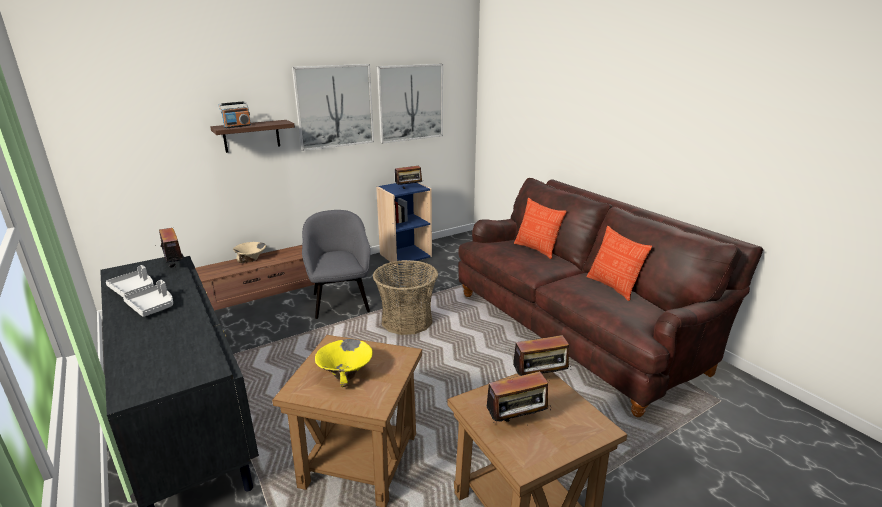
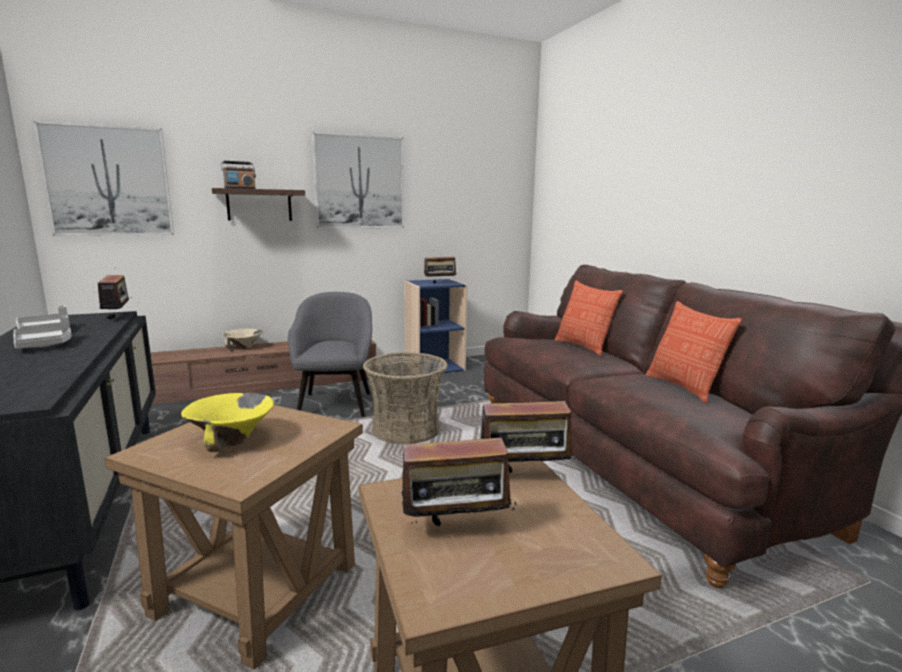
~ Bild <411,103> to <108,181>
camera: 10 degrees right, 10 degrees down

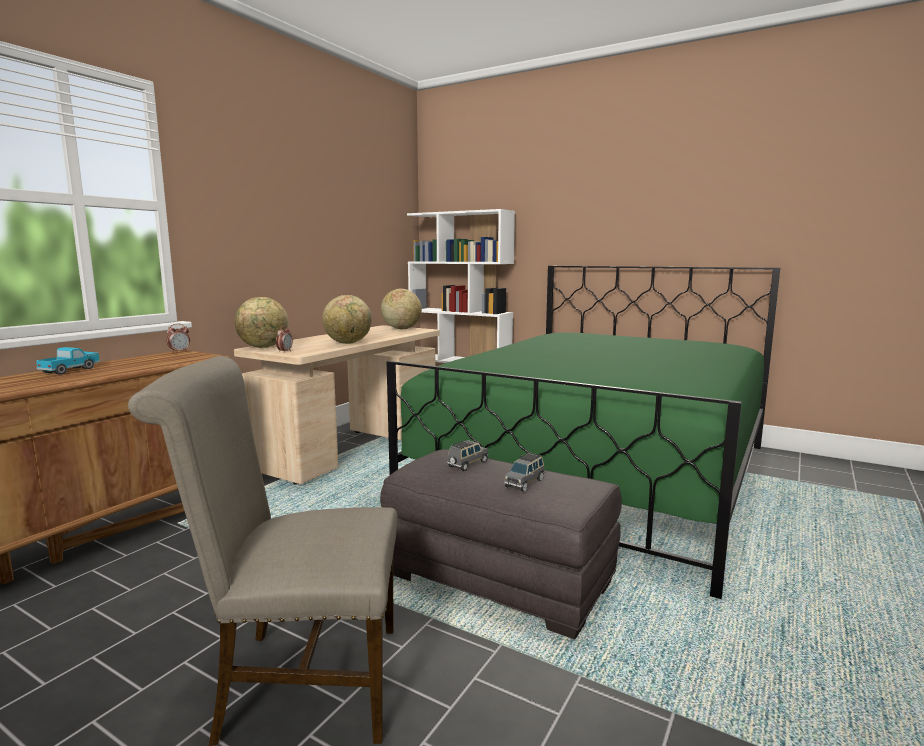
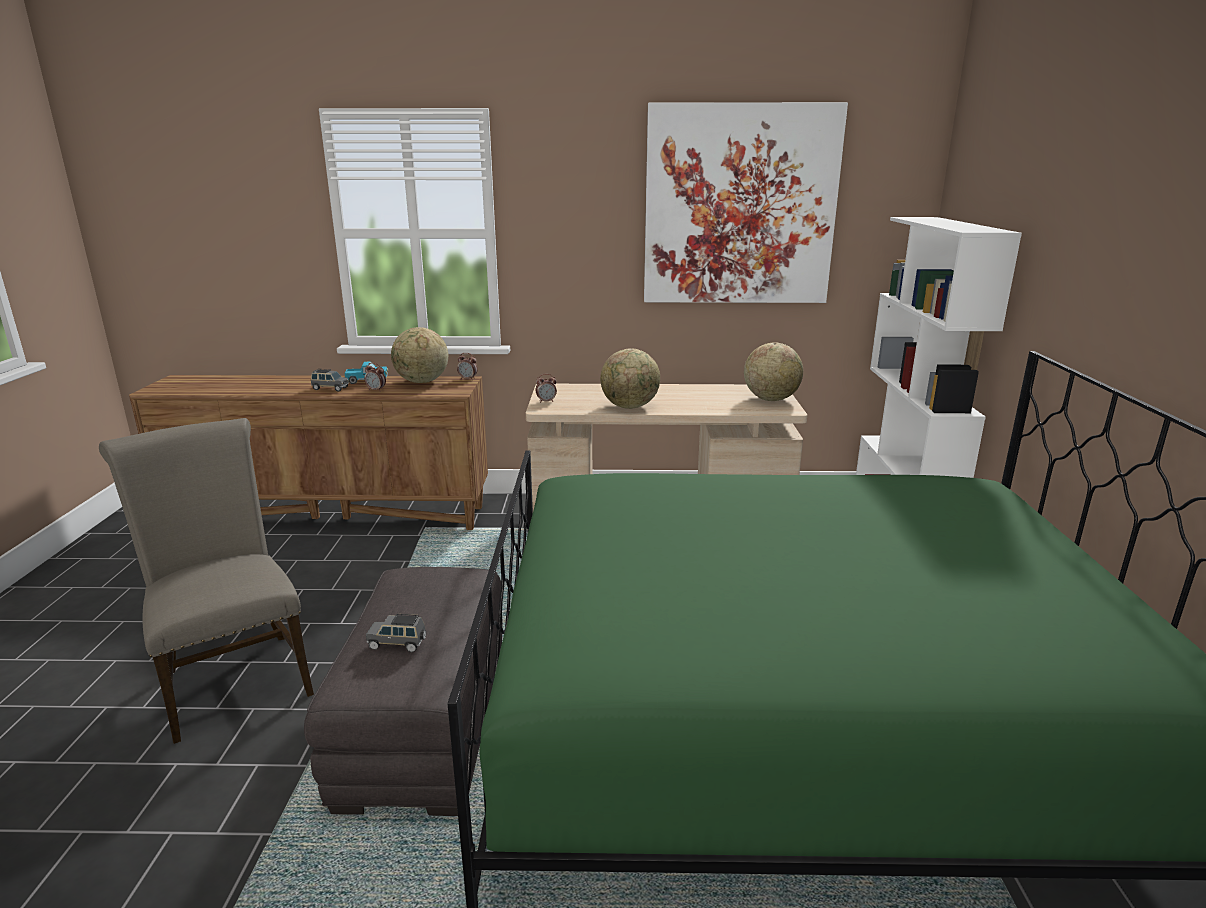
+ Wecker <376,390>
+ Bild <739,206>
~ Globus <263,347> to <422,382>
~ Spielzeugauto [grau] <467,464> to <330,388>
camera: 60 degrees right, 10 degrees up

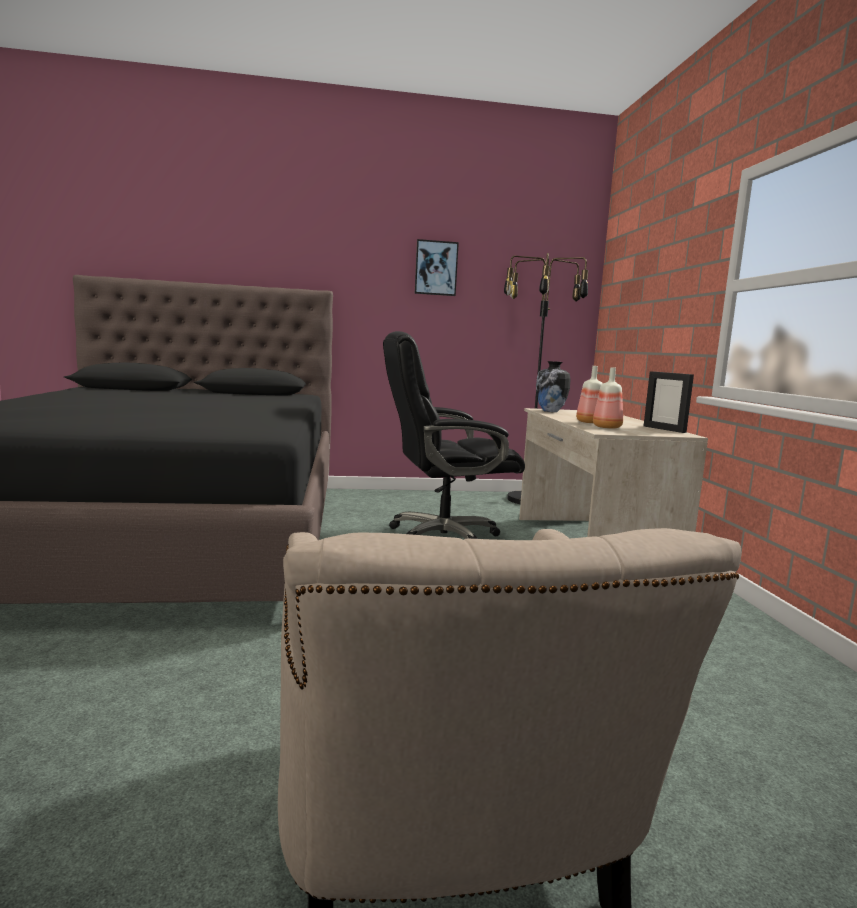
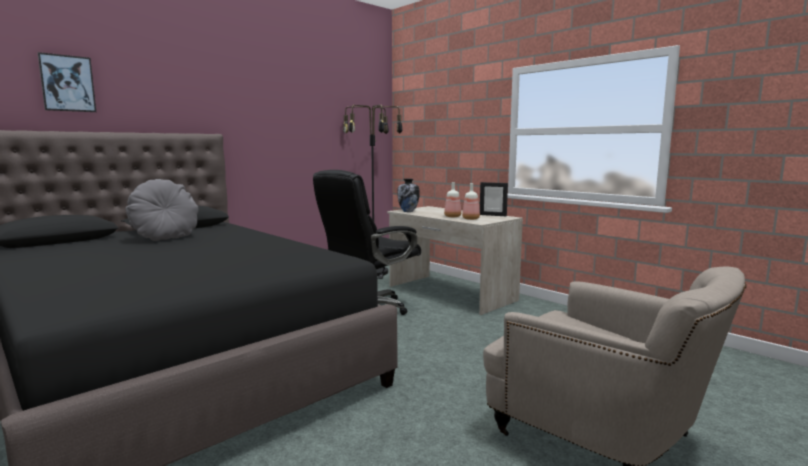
+ Kissen [grau] <165,238>
~ Bild <436,268> to <67,83>
camera: 35 degrees left, 0 degrees up

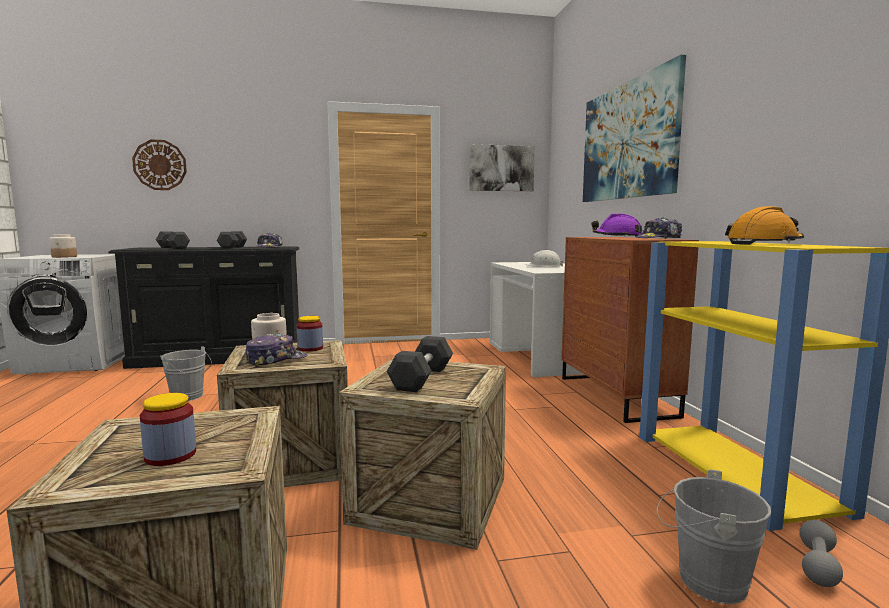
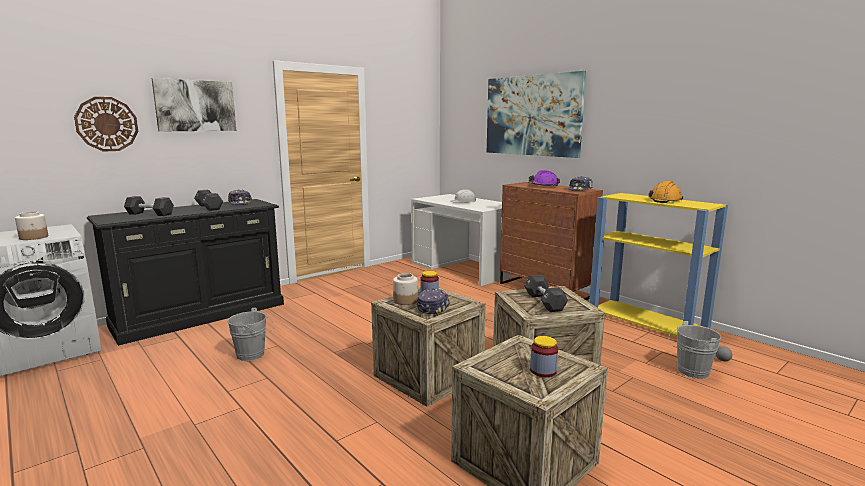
~ Bild <501,168> to <195,105>
camera: 30 degrees left, 5 degrees up

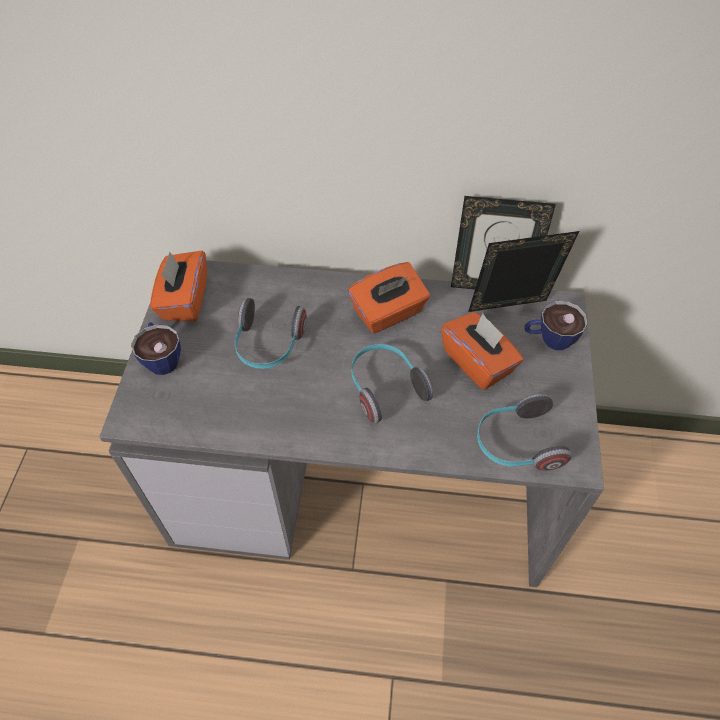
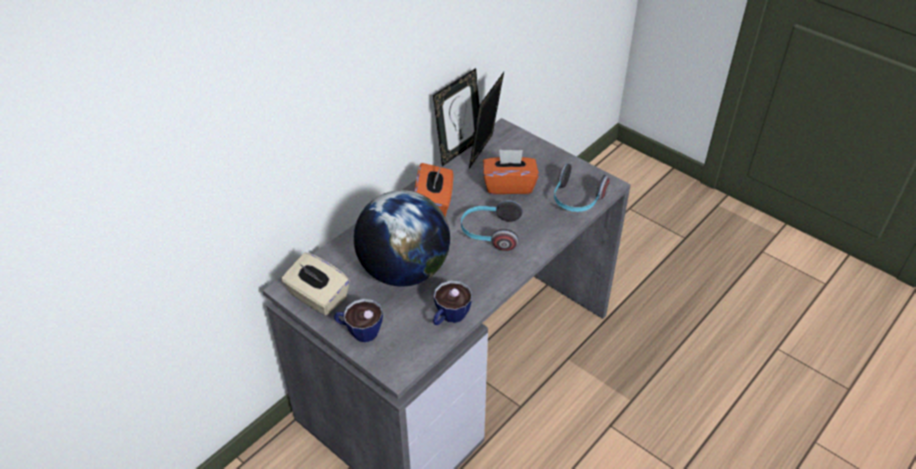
~ Tasse <549,339> to <449,317>
~ Kopfhörer <268,345> to Globus <404,271>
~ Taschentuchbox [orange] <184,300> to Taschentuchbox [beige] <317,297>
camera: 55 degrees left, 10 degrees down

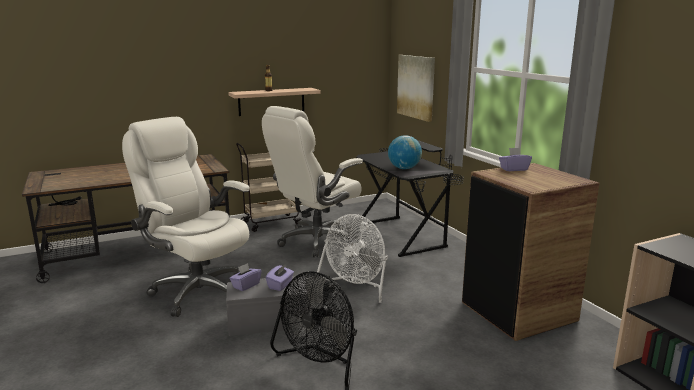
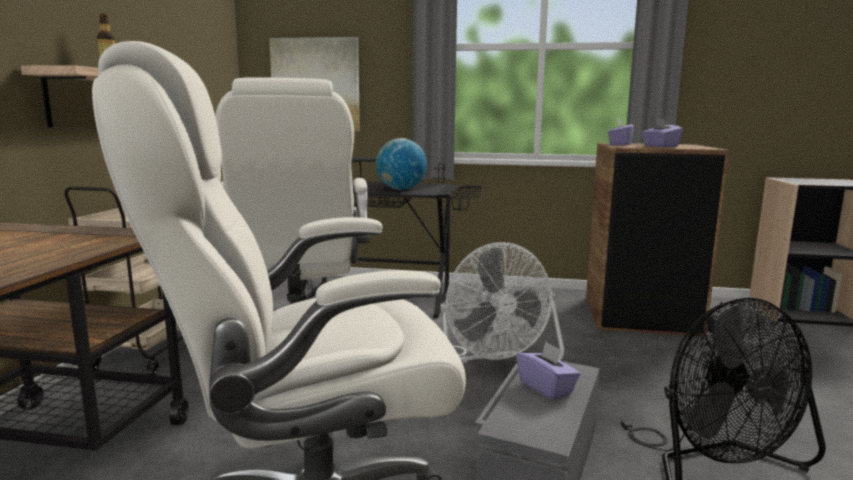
~ Taschentuchbox [lila] <246,285> to <660,146>
camera: 55 degrees left, 5 degrees down

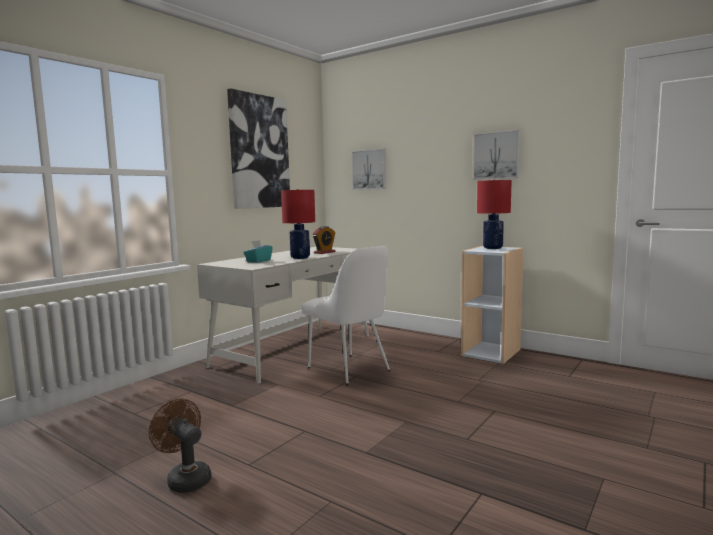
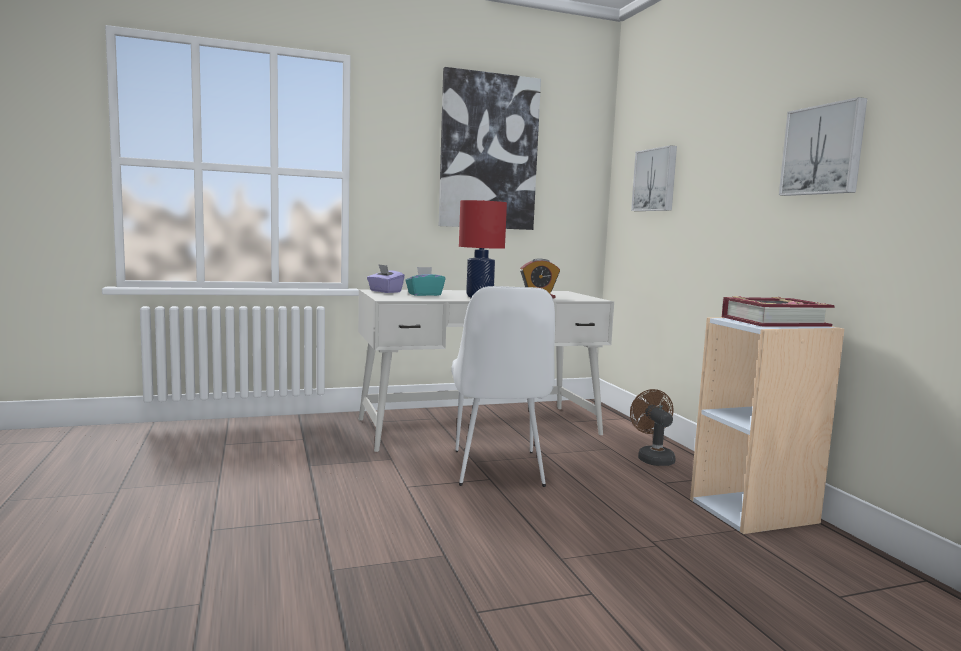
+ Taschentuchbox [lila] <385,291>
~ Ventilator [braun] <185,478> to <652,458>
~ Tischlampe [rot] <492,248> to Buch <774,322>
camera: 35 degrees right, 0 degrees up

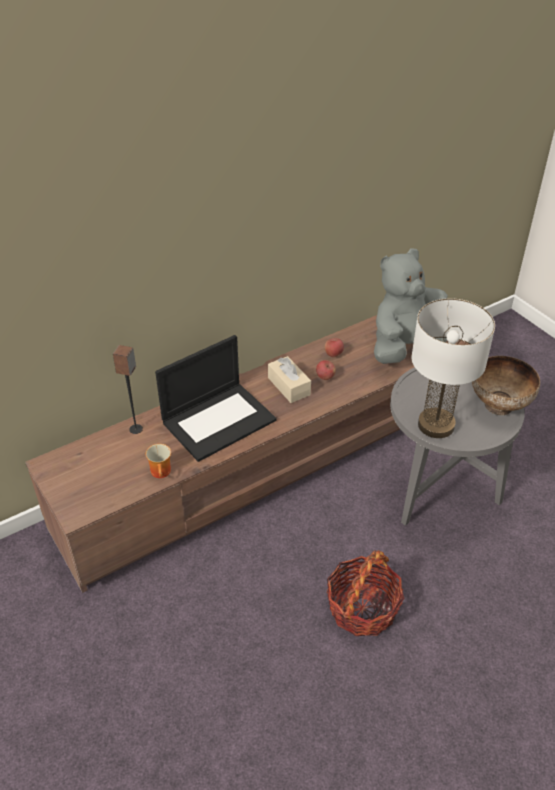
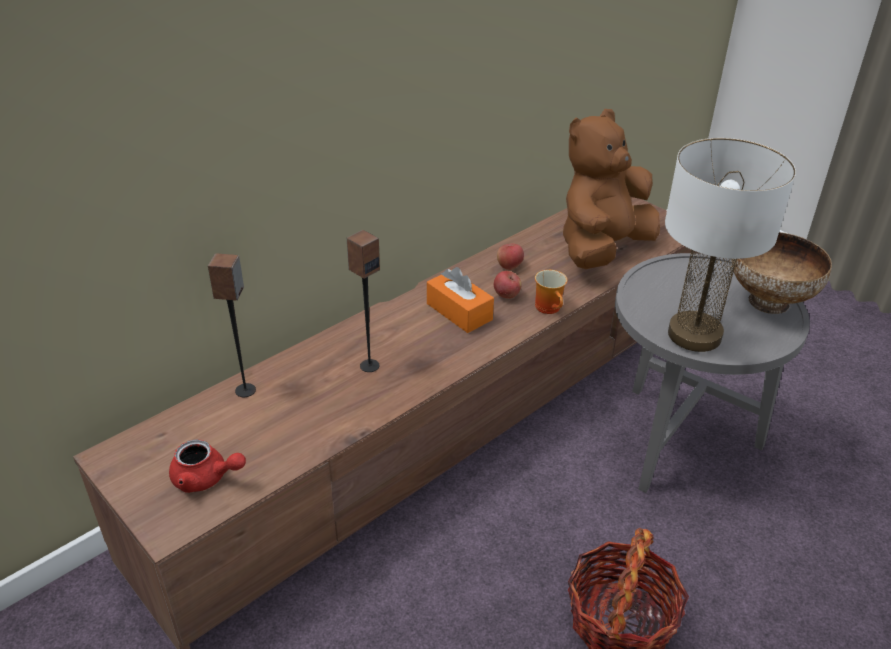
+ Teekanne [rot] <206,478>
~ Henkelbecher <162,472> to <551,308>
~ Laptop <219,420> to Lautsprecher <369,365>
~ Taschentuchbox [beige] <289,386> to Taschentuchbox [orange] <459,312>
~ Plüschtier [grau] <405,346> to Plüschtier [braun] <602,249>
camera: 10 degrees left, 5 degrees down

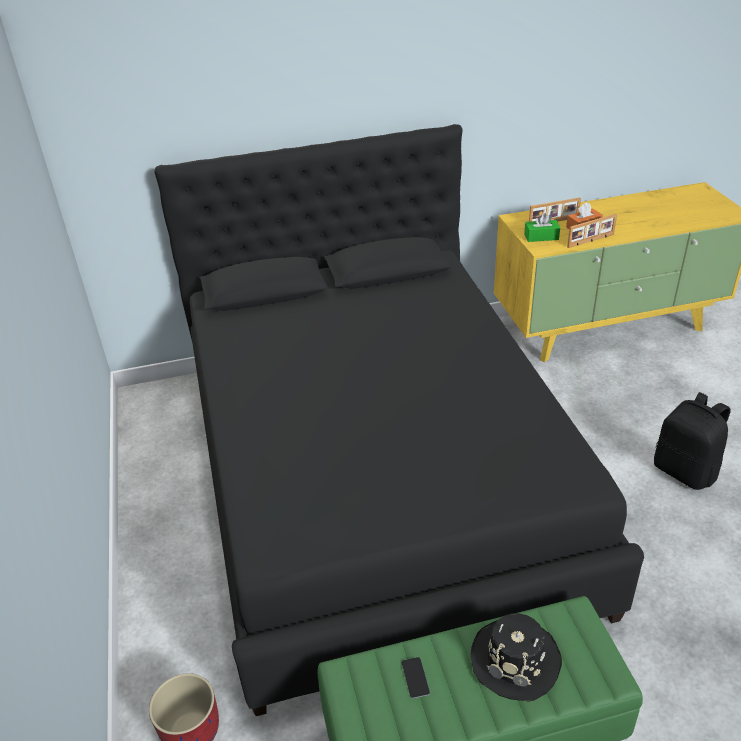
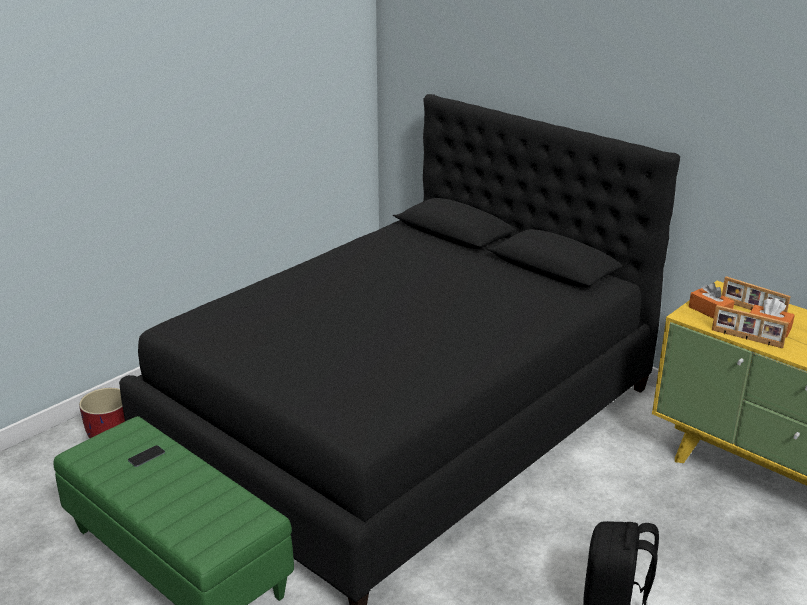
- Hut [schwarz] <516,660>
~ Taschentuchbox [grün] <541,237> to Taschentuchbox [orange] <710,311>
camera: 55 degrees right, 10 degrees down

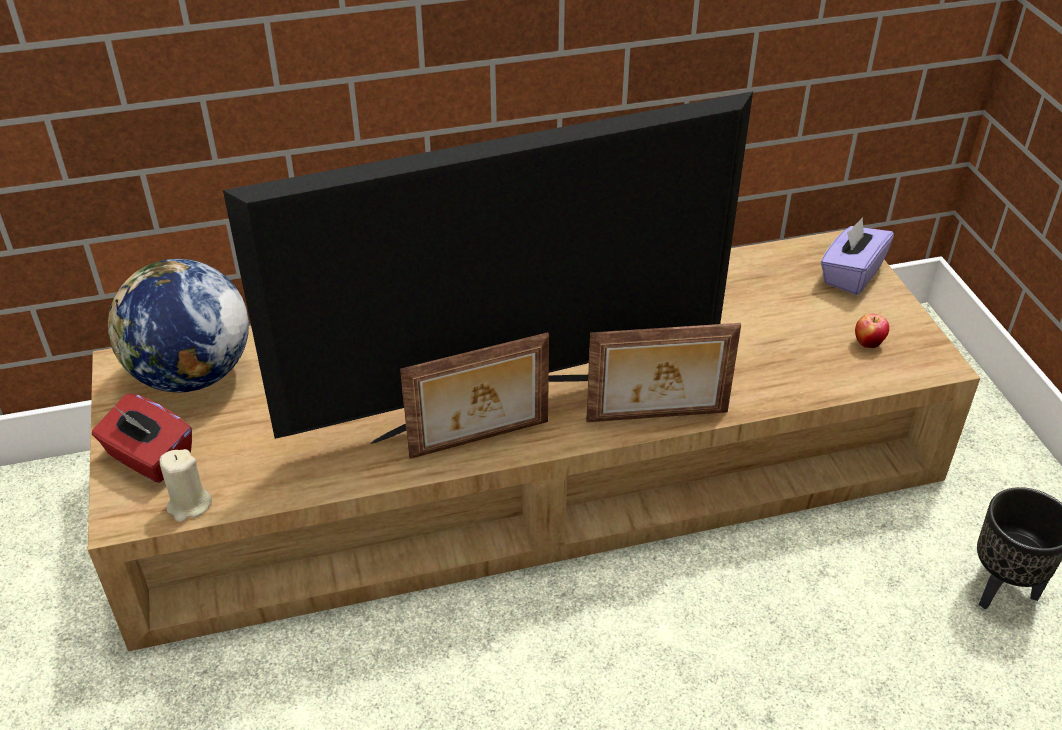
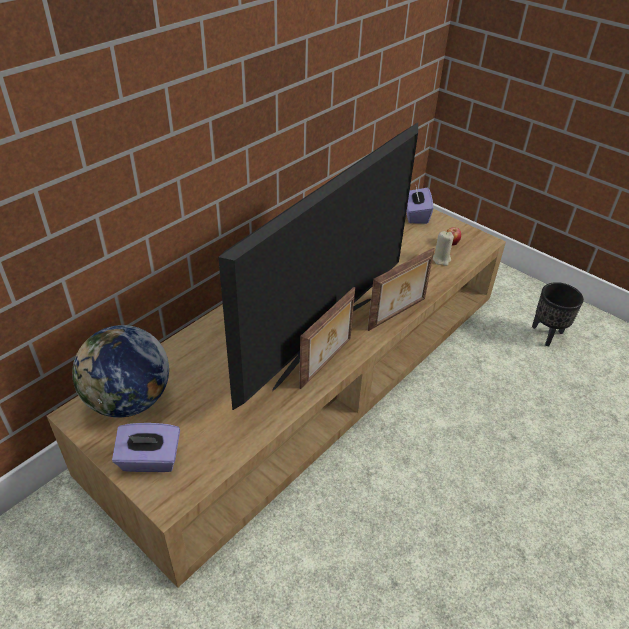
~ Kerze [beige] <189,505> to <441,259>
~ Taschentuchbox [rot] <149,458> to Taschentuchbox [lila] <150,460>
camera: 35 degrees left, 0 degrees up

